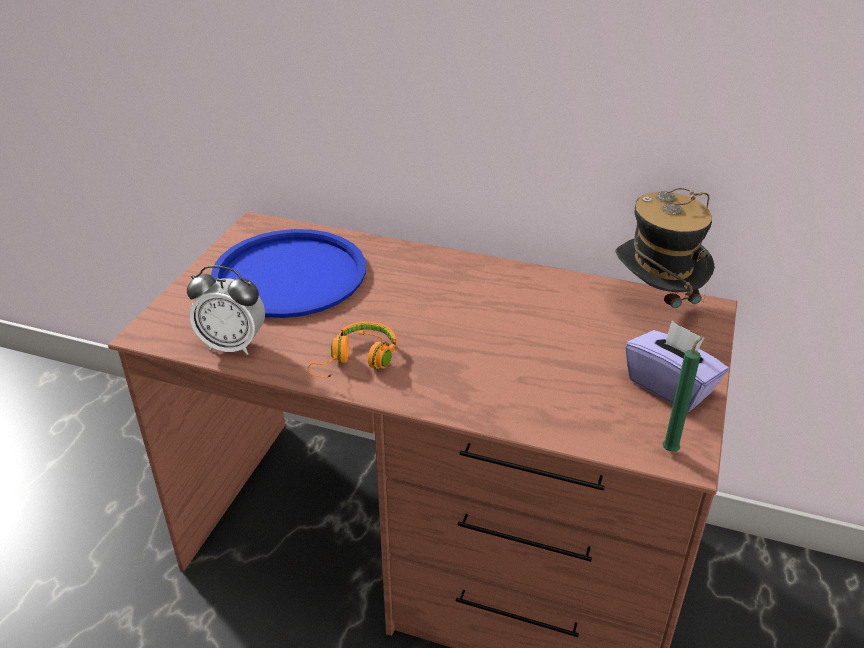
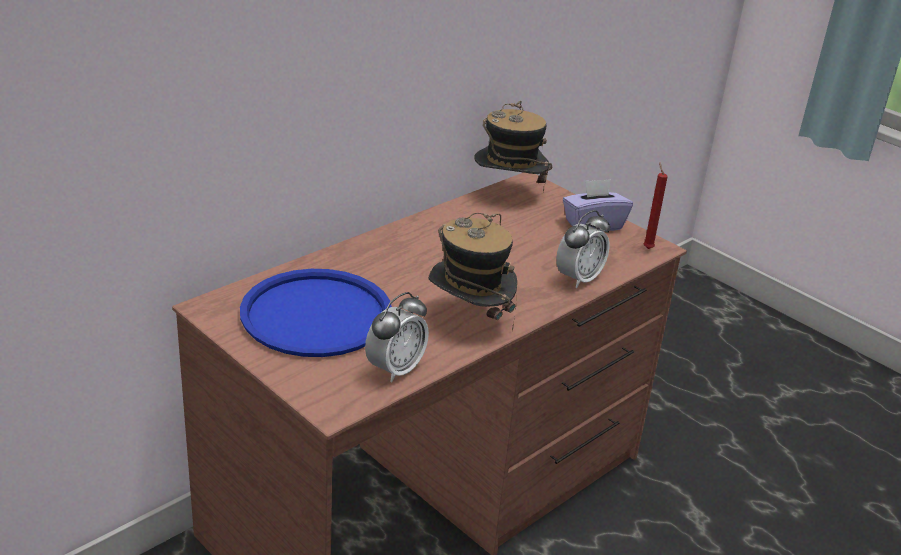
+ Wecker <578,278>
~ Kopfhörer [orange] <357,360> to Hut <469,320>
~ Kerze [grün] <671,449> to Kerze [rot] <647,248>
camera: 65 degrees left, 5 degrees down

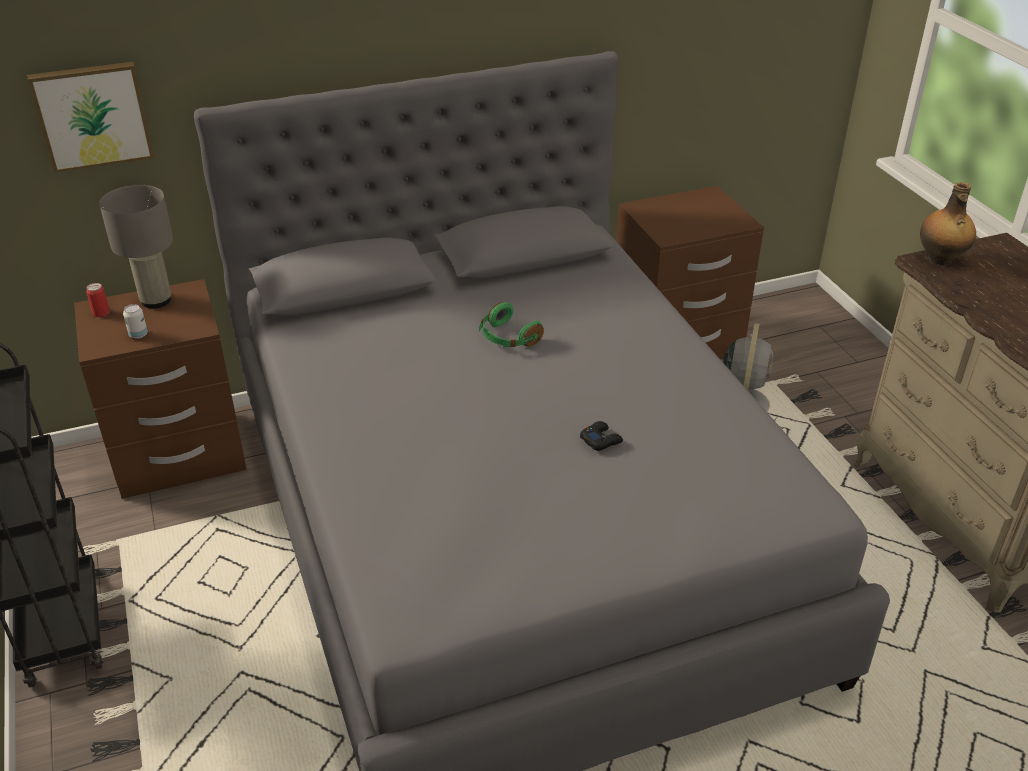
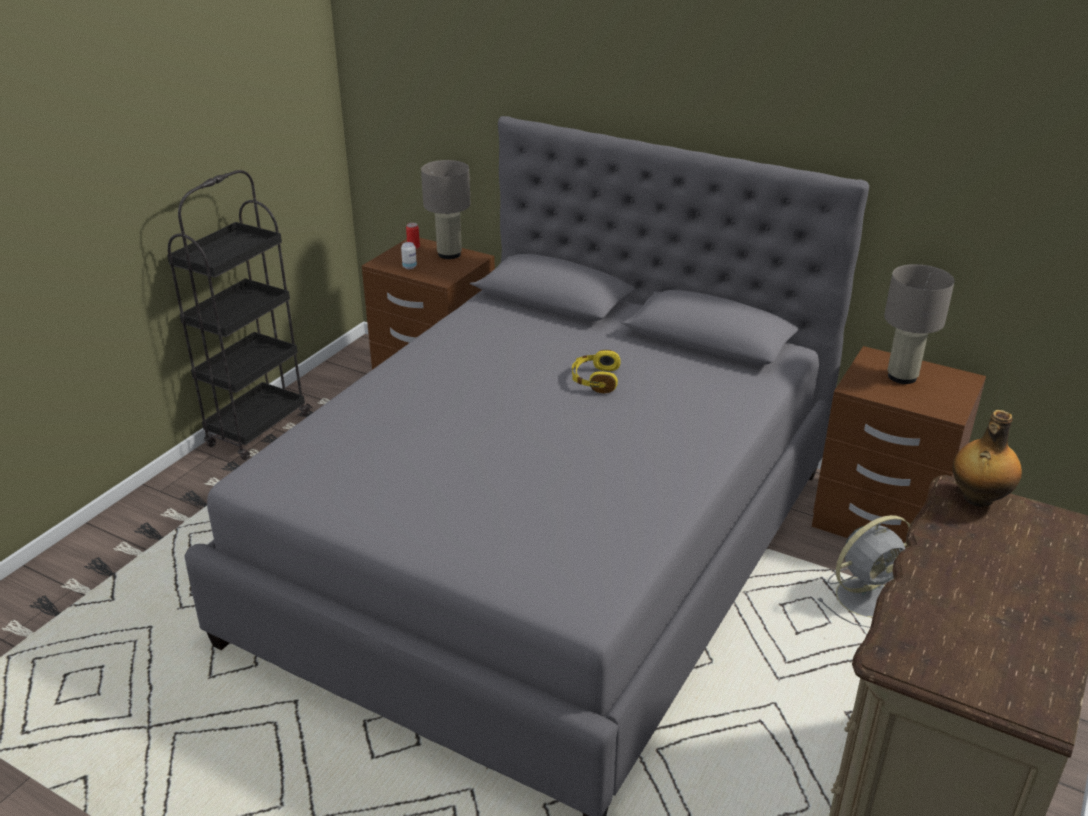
- Bild <92,115>
- Gamepad [schwarz] <601,440>
+ Tischlampe [grau] <903,377>
~ Kopfhörer [grün] <508,338> to Kopfhörer [gelb] <595,380>
camera: 50 degrees right, 5 degrees down

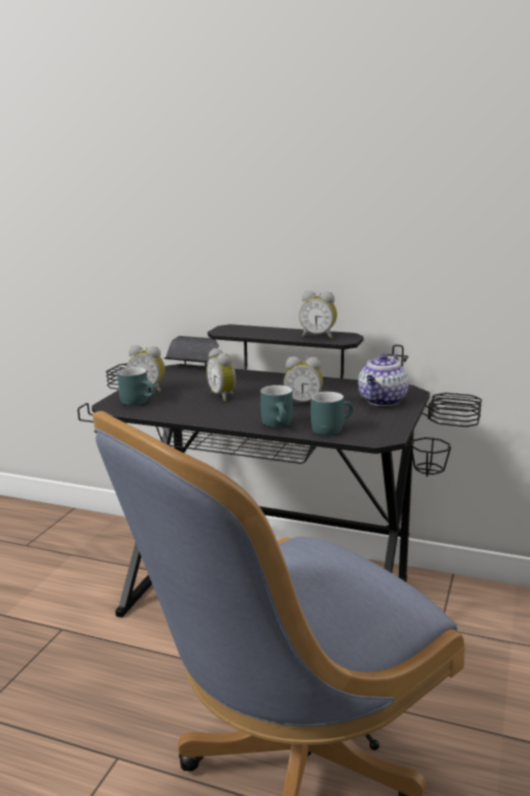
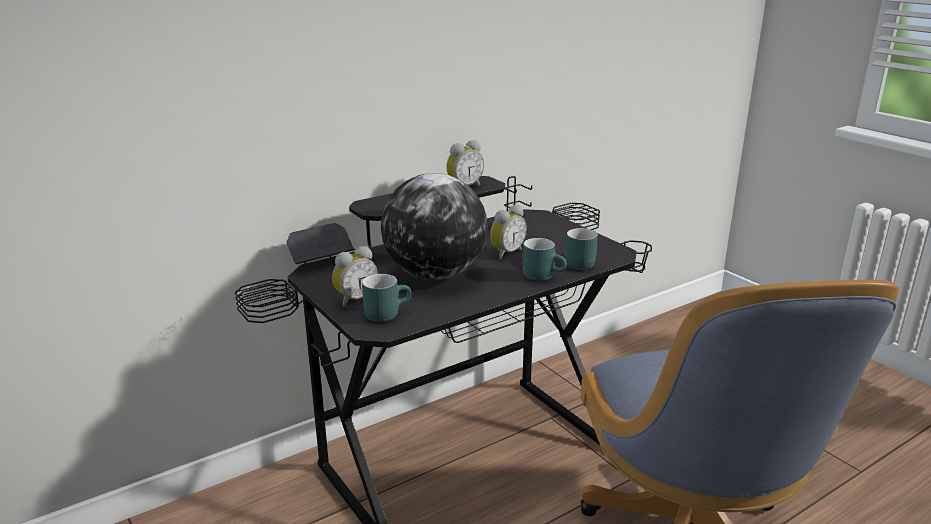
- Teekanne <382,401>
~ Wecker <223,396> to Globus <435,274>
camera: 55 degrees left, 5 degrees up

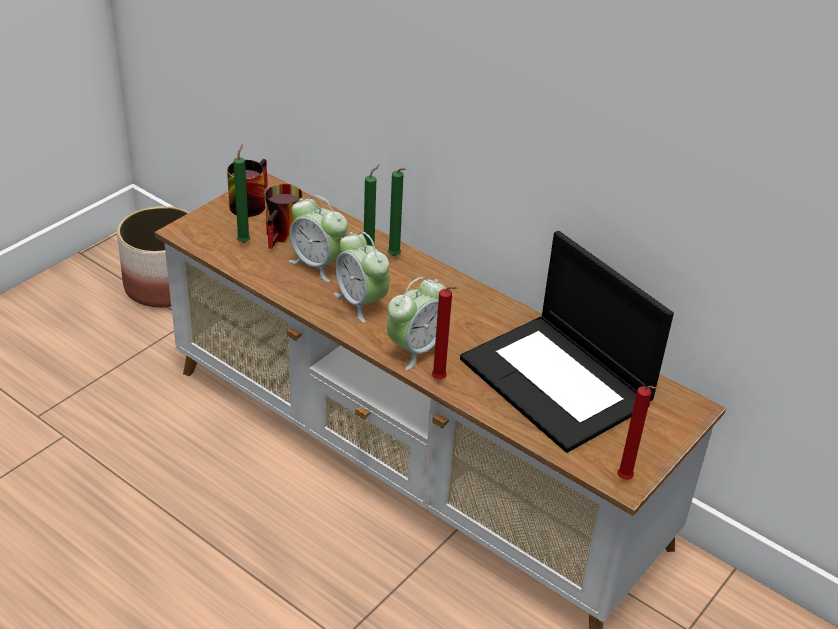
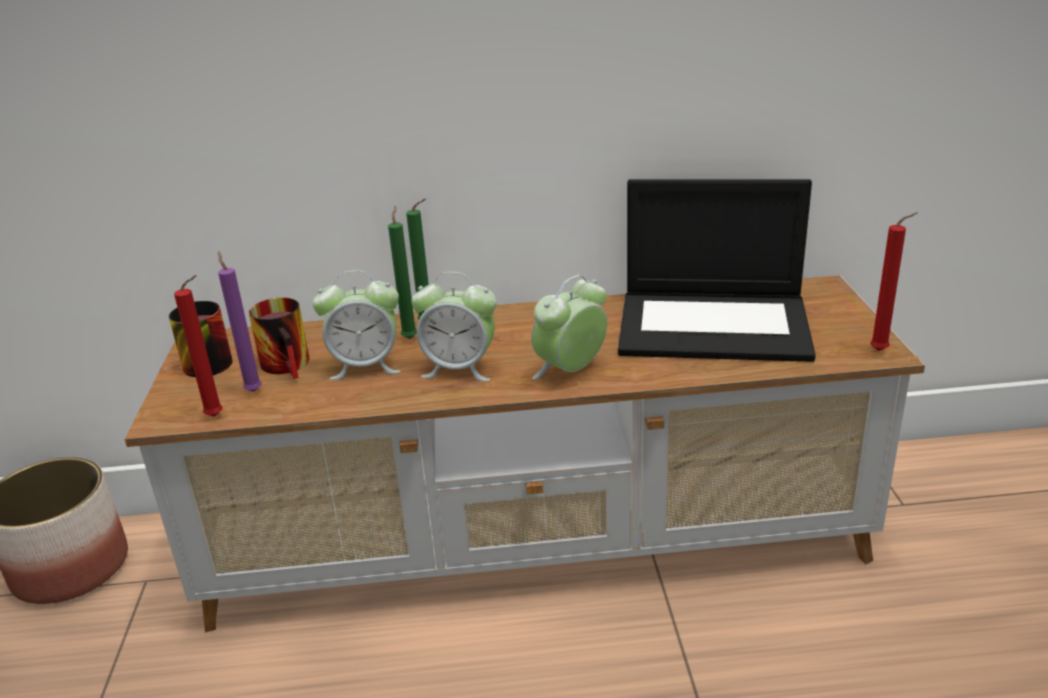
~ Kerze [rot] <440,380> to <217,416>
~ Kerze [grün] <244,241> to Kerze [lila] <253,390>
~ Wecker <416,349> = <570,371> 135 degrees counterclockwise
camera: 40 degrees left, 10 degrees down

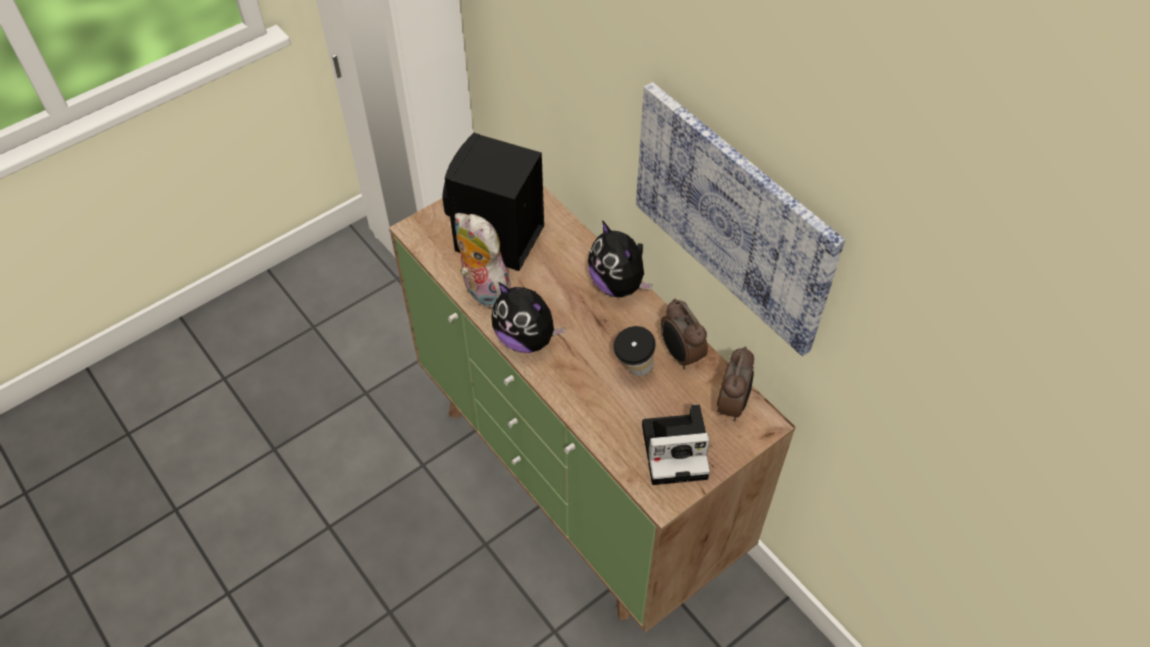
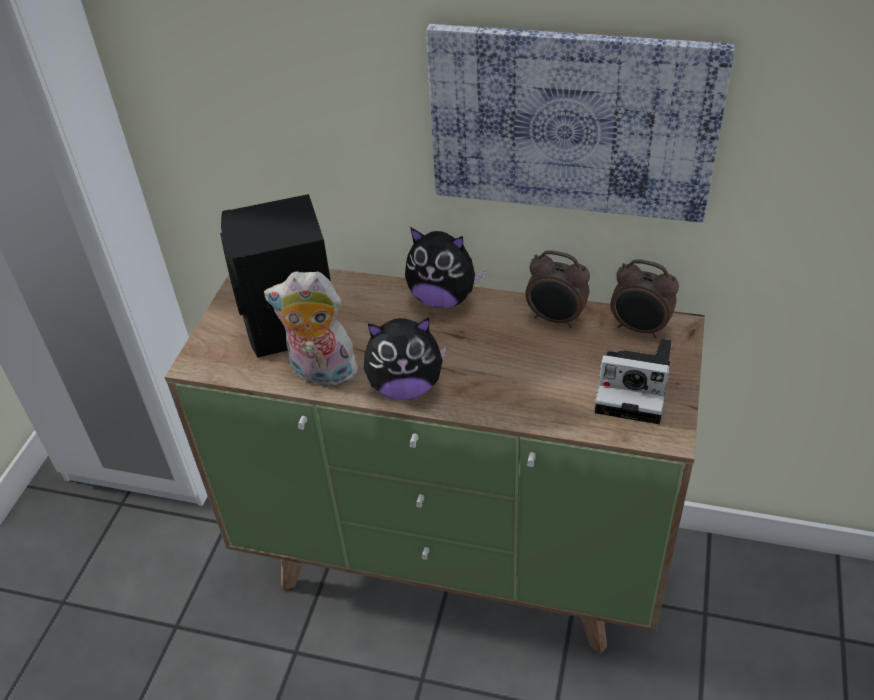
- Tasse <633,370>
~ Kamera <677,449> = <636,389> 60 degrees clockwise
~ Wecker <732,404> = <639,329> 135 degrees clockwise
camera: 35 degrees left, 10 degrees down

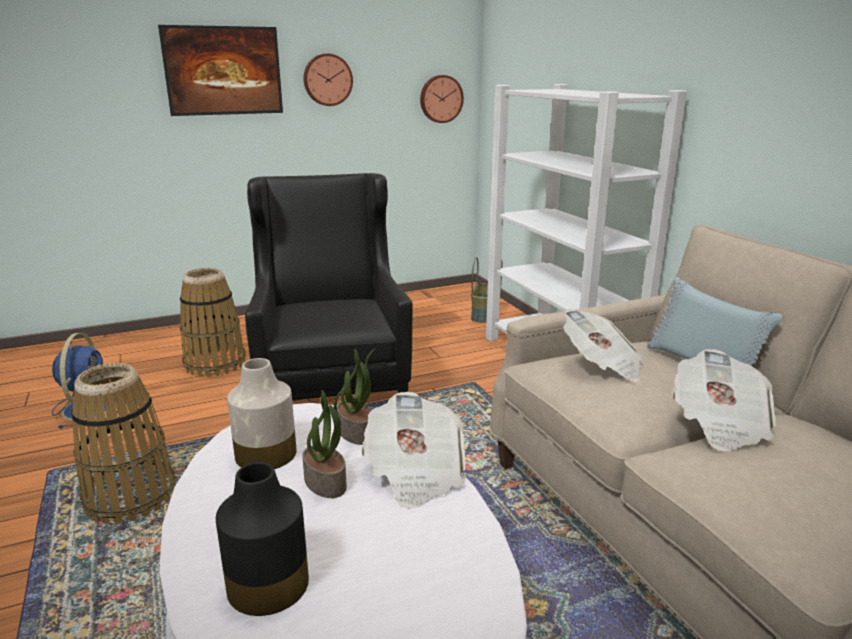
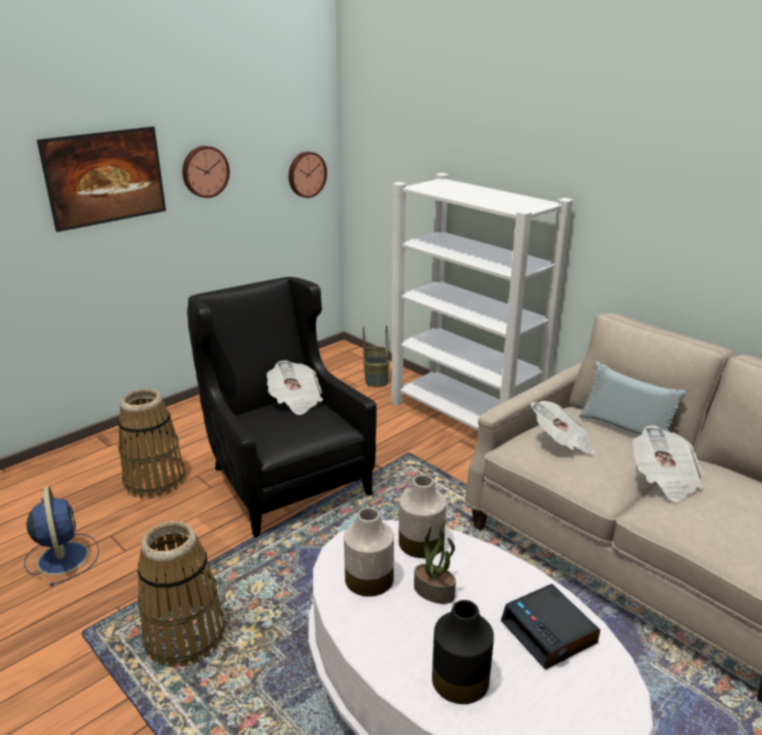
+ Wecker <549,633>
~ Zeitung <415,473> to <295,400>
~ Topfpflanze <357,432> to Vase [beige] <421,542>
camera: 20 degrees left, 5 degrees up

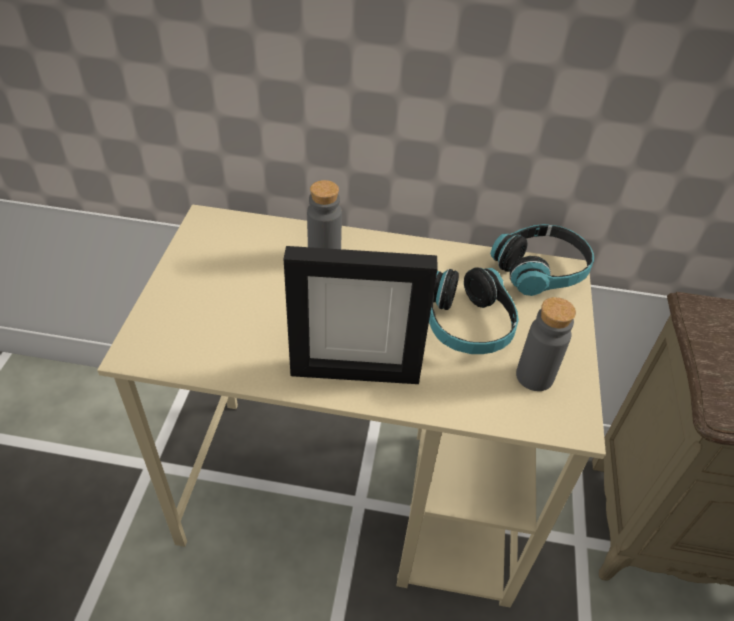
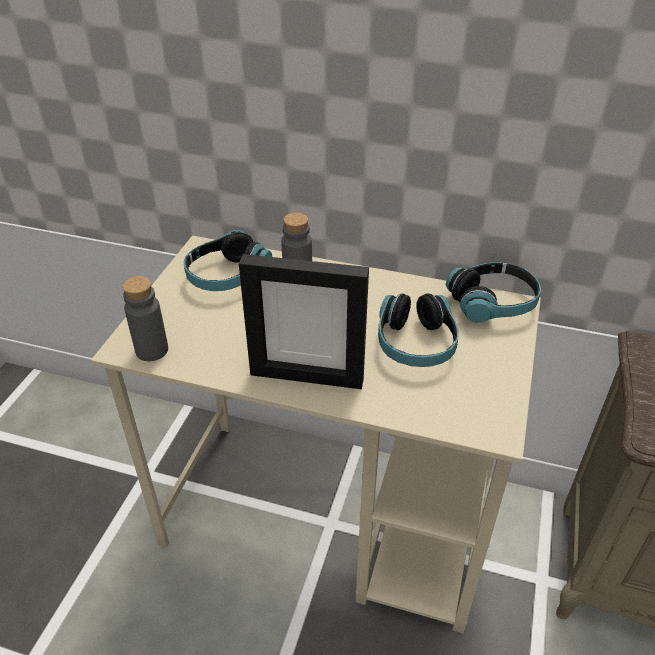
+ Kopfhörer <227,275>
~ Flasche [grau] <534,376> to <152,350>
camera: 10 degrees right, 5 degrees down

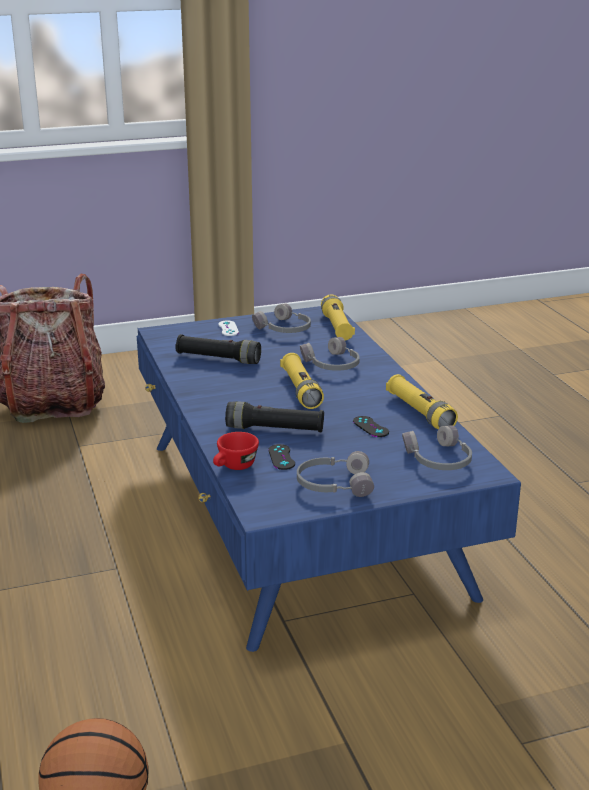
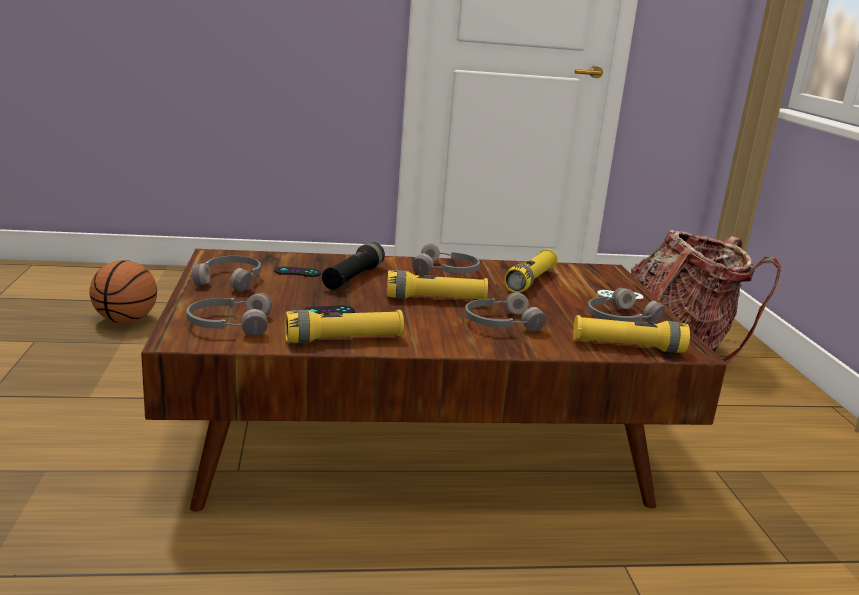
- Tasse [rot] <234,467>
+ Kopfhörer [grau] <446,271>
~ Couchtisch [blau] <298,515> to Couchtisch [braun] <418,435>
~ Taschenlampe [schwarz] <218,359> to Taschenlampe [gelb] <530,281>
camera: 100 degrees right, 5 degrees down

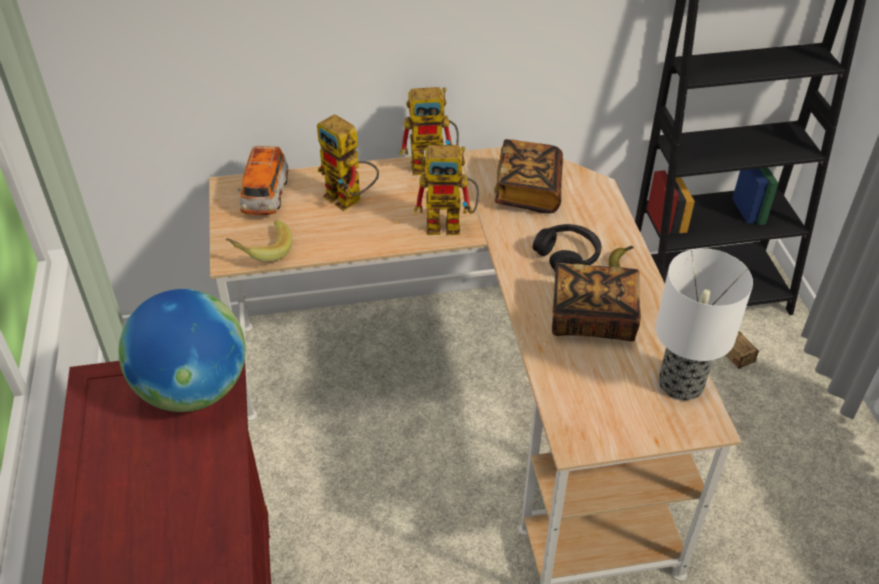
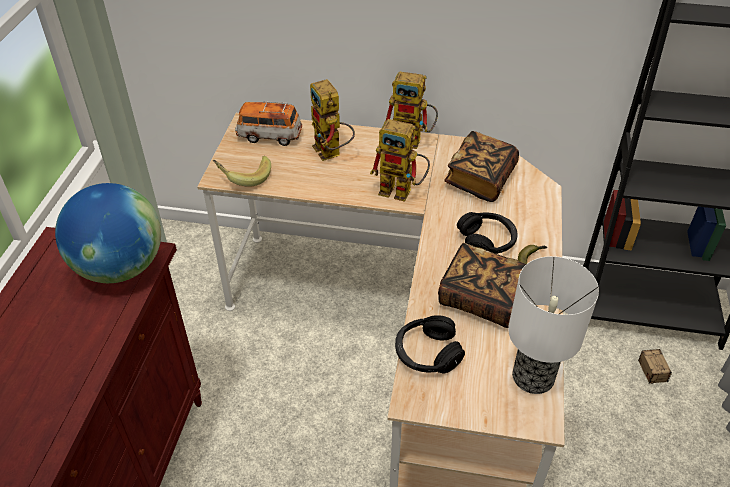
+ Kopfhörer [schwarz] <427,353>
~ Spielzeugauto <266,196> = <269,136> 75 degrees clockwise
camera: 20 degrees right, 0 degrees up

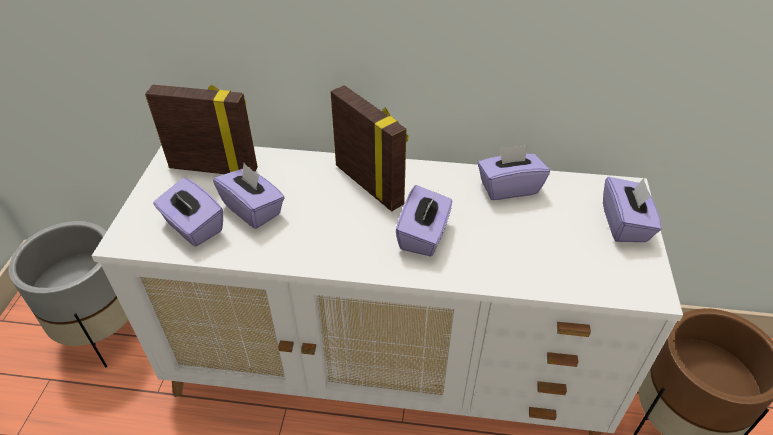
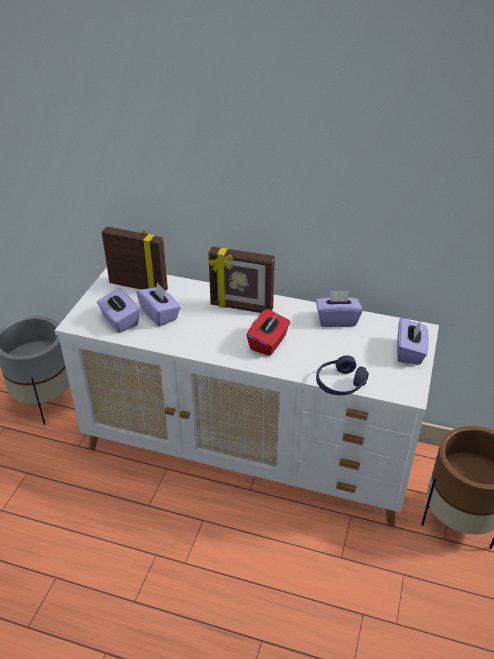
+ Kopfhörer [lila] <340,383>
~ Taschentuchbox [lila] <424,235> to Taschentuchbox [rot] <268,343>
~ Bilderrahmen <370,184> = <241,307> 135 degrees clockwise
camera: 10 degrees right, 5 degrees down

